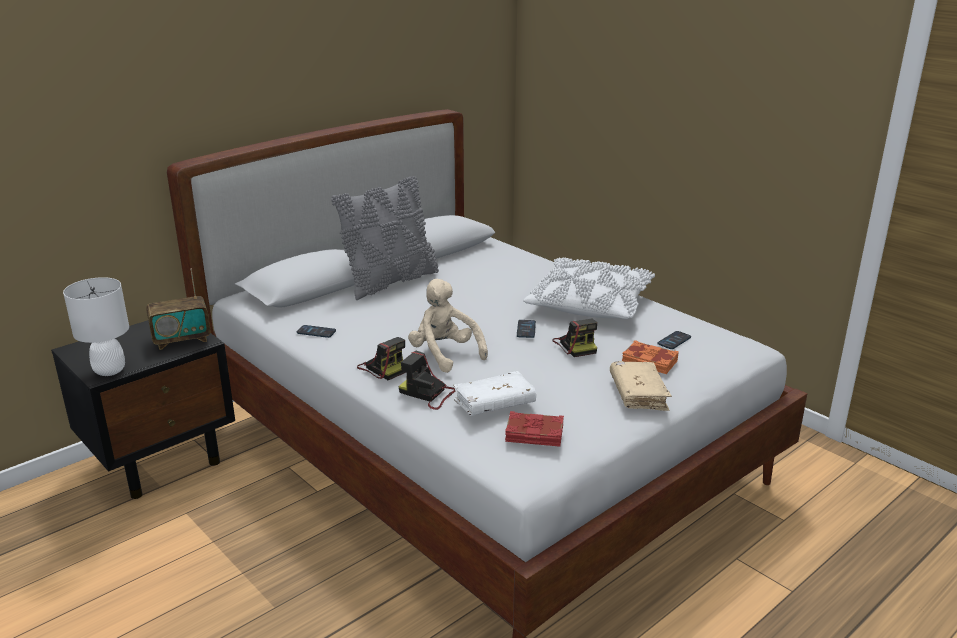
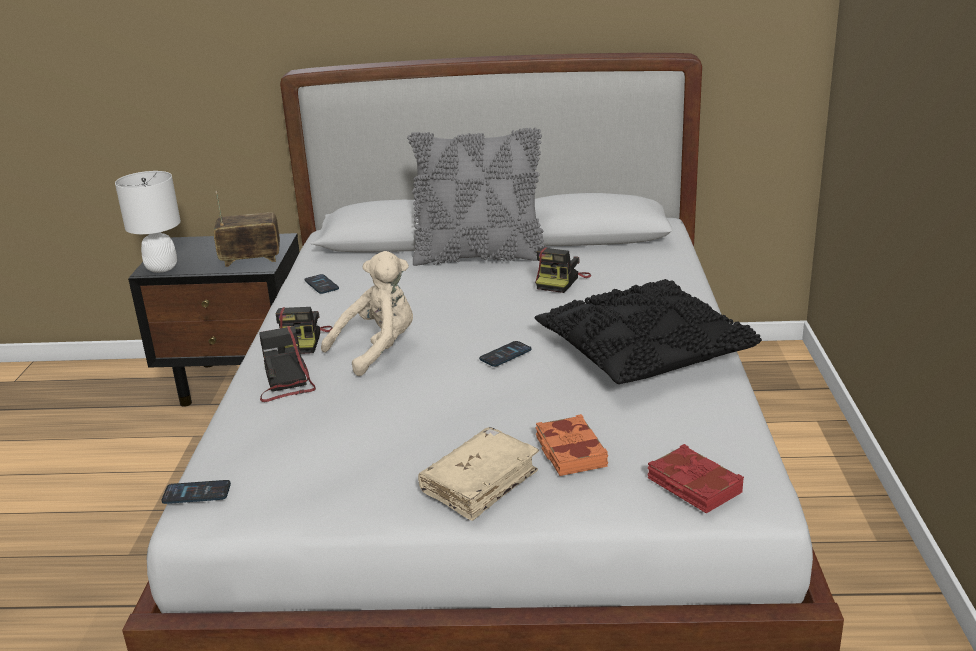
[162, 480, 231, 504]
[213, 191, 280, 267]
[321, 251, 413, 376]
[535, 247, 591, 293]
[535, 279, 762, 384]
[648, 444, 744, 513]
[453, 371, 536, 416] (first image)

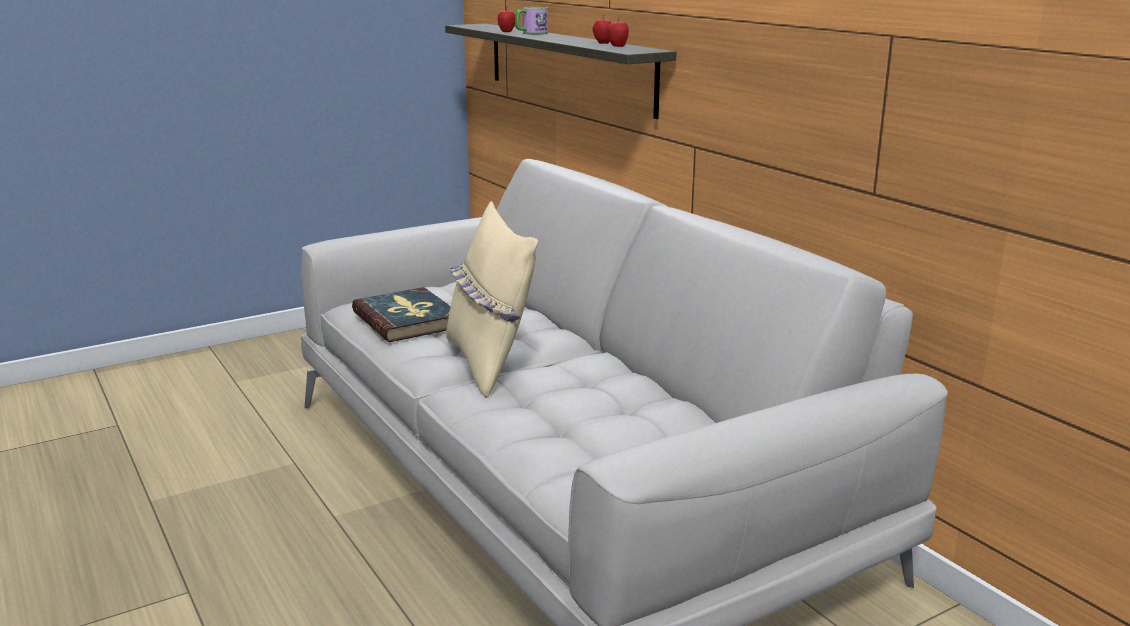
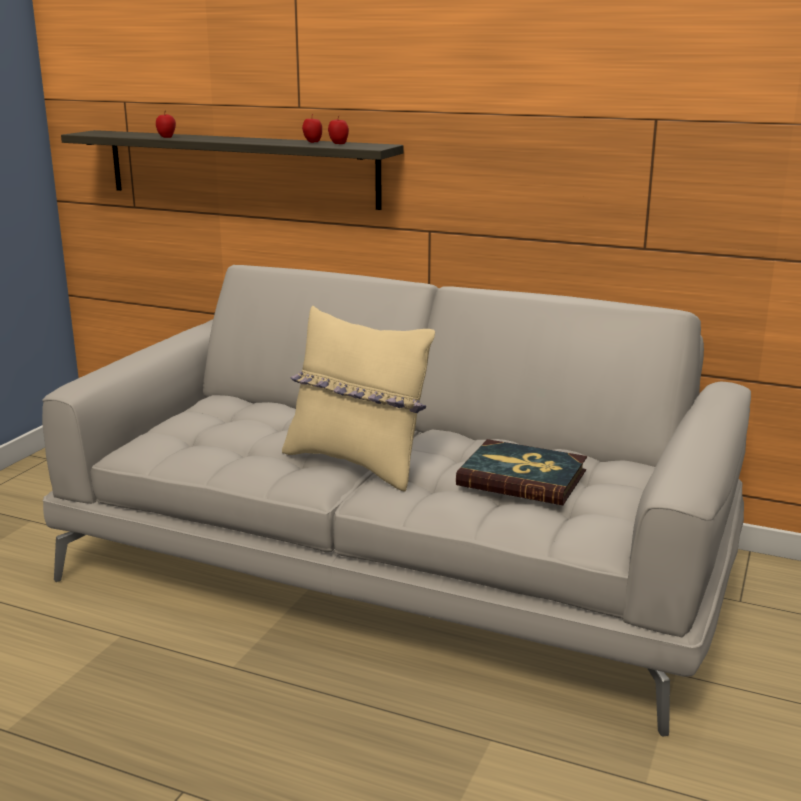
[456, 439, 587, 505]
[515, 7, 548, 35] (first image)

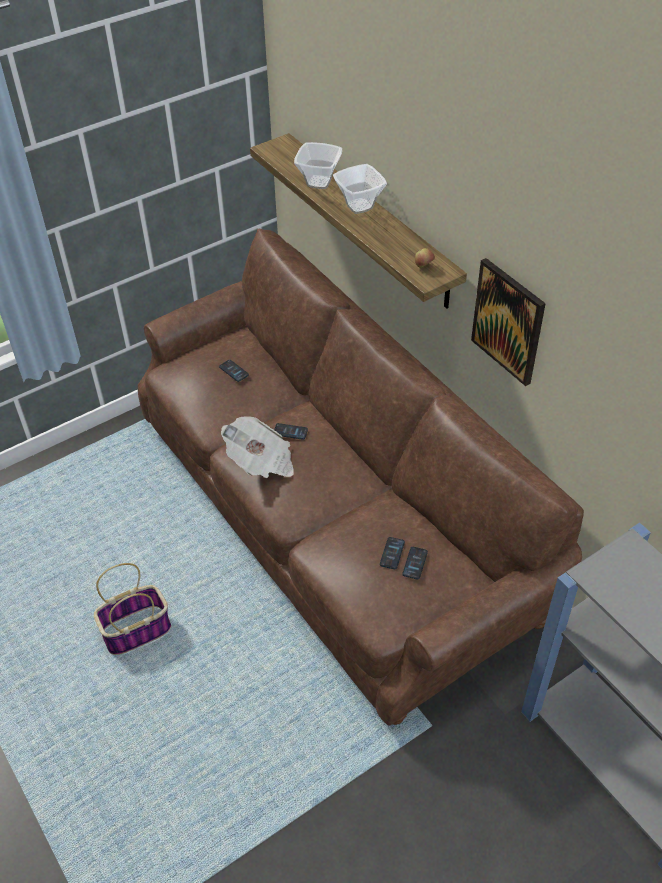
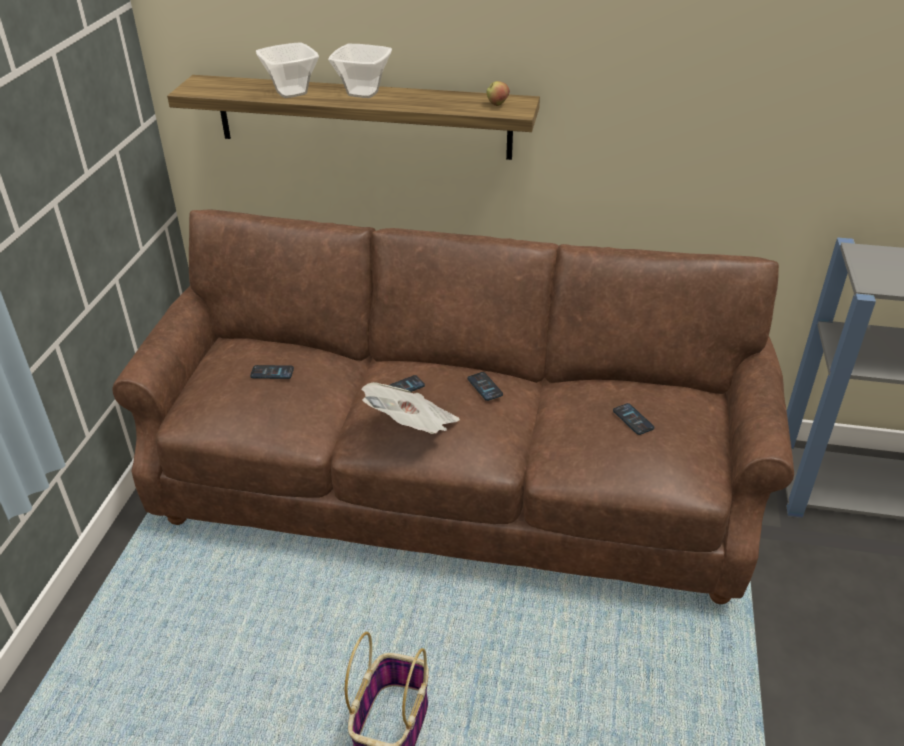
[467, 372, 503, 401]
[471, 258, 546, 386] (first image)

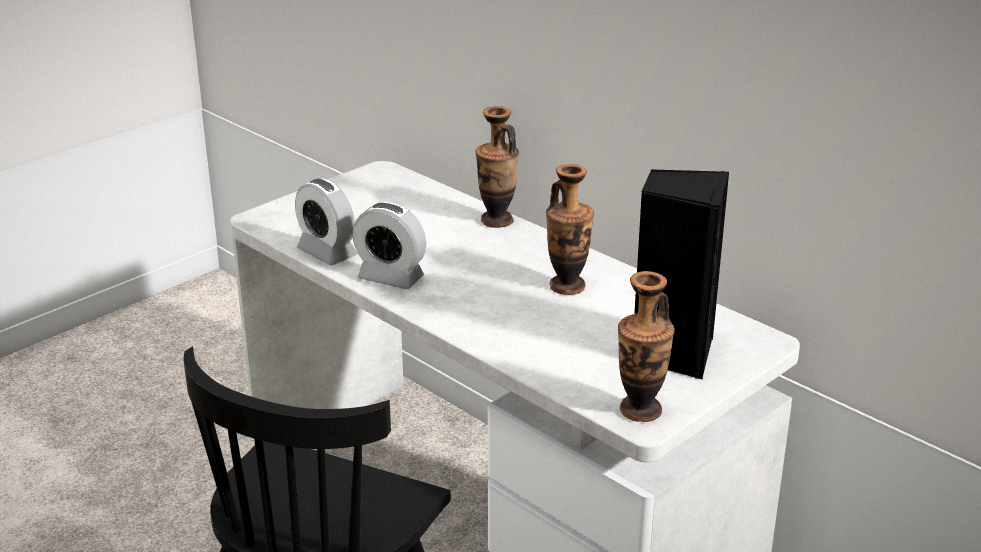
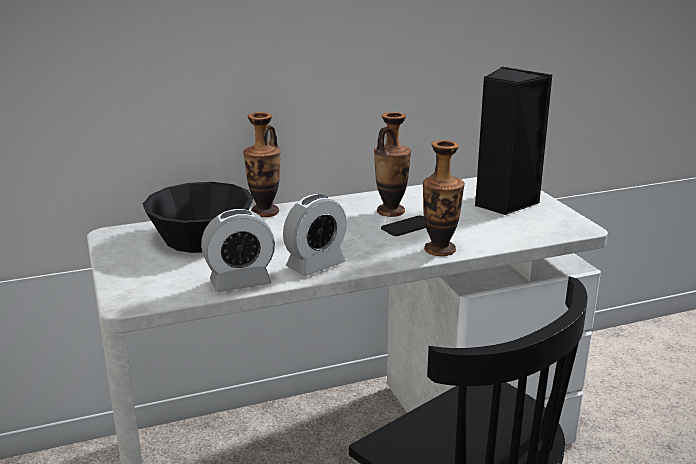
[143, 182, 254, 253]
[381, 216, 426, 236]
[423, 140, 465, 256]

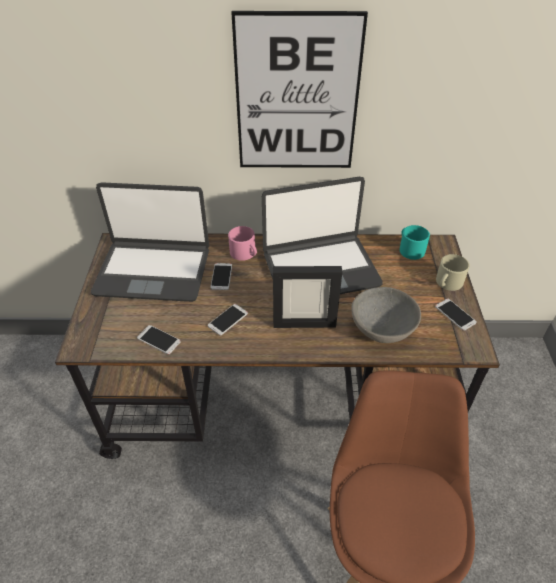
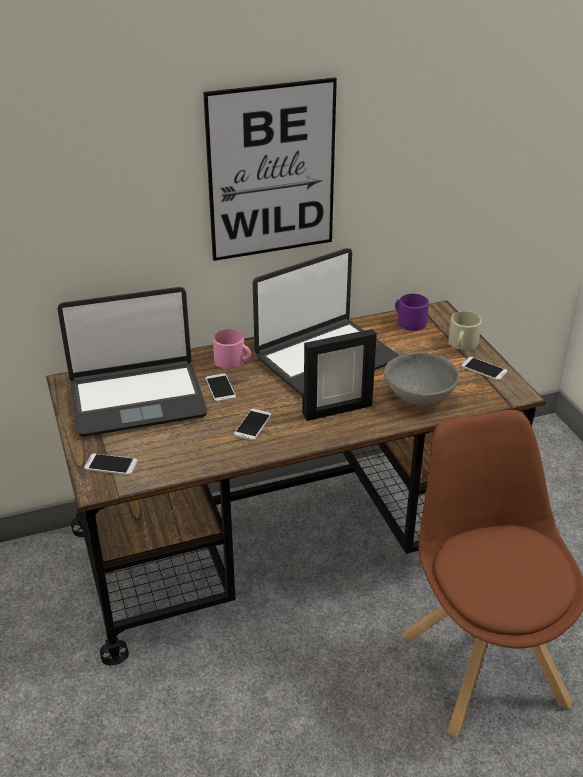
[84, 453, 138, 475]
[395, 294, 429, 331]

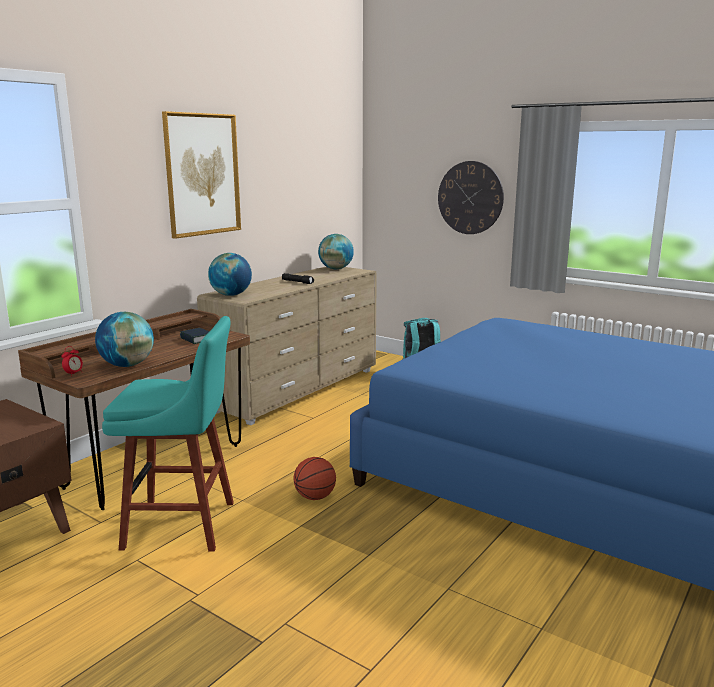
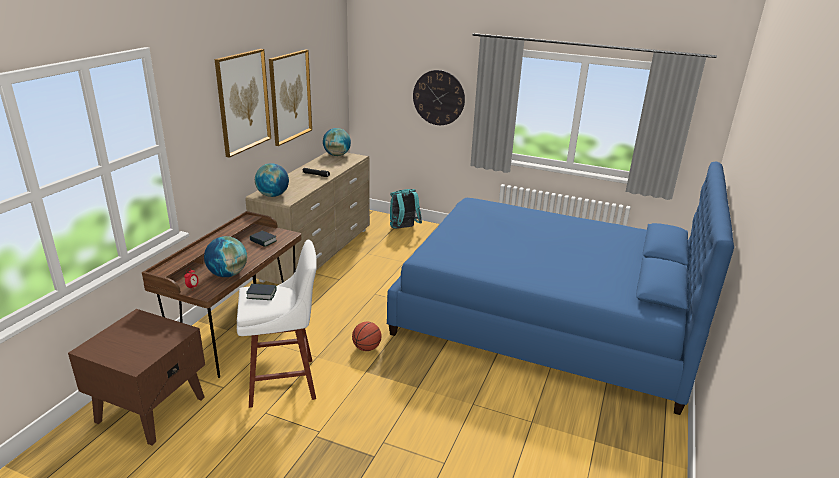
[237, 240, 317, 408]
[246, 284, 276, 300]
[269, 50, 312, 146]

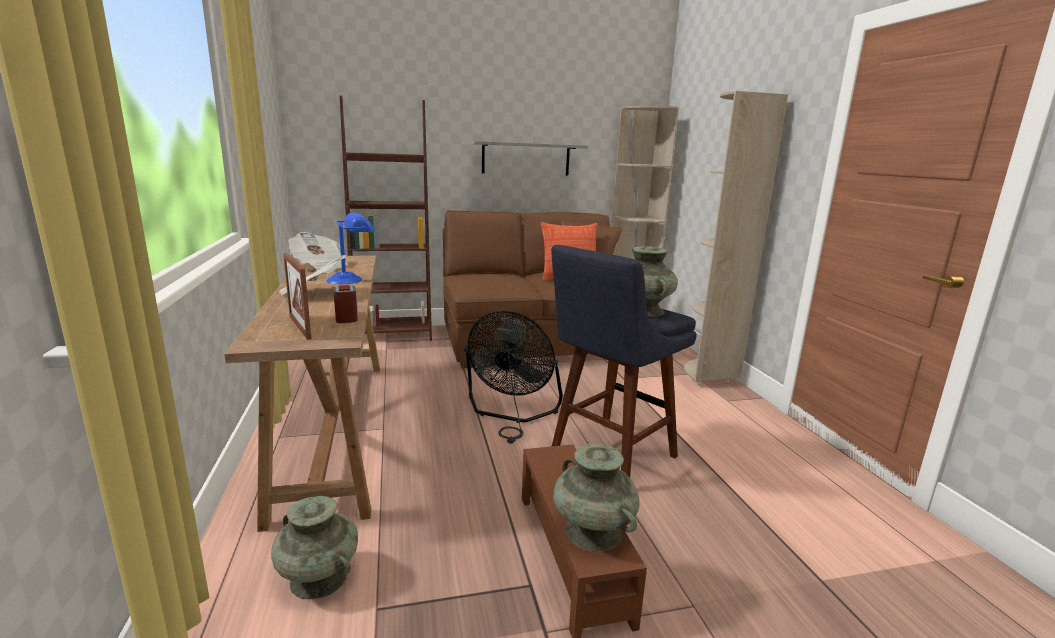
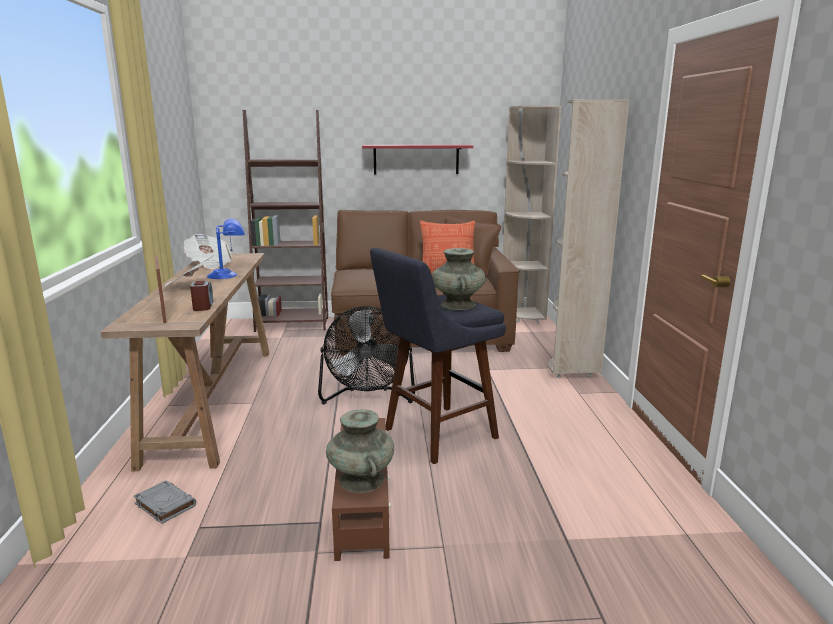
[134, 480, 196, 524]
[318, 306, 415, 405]
[362, 145, 473, 174]

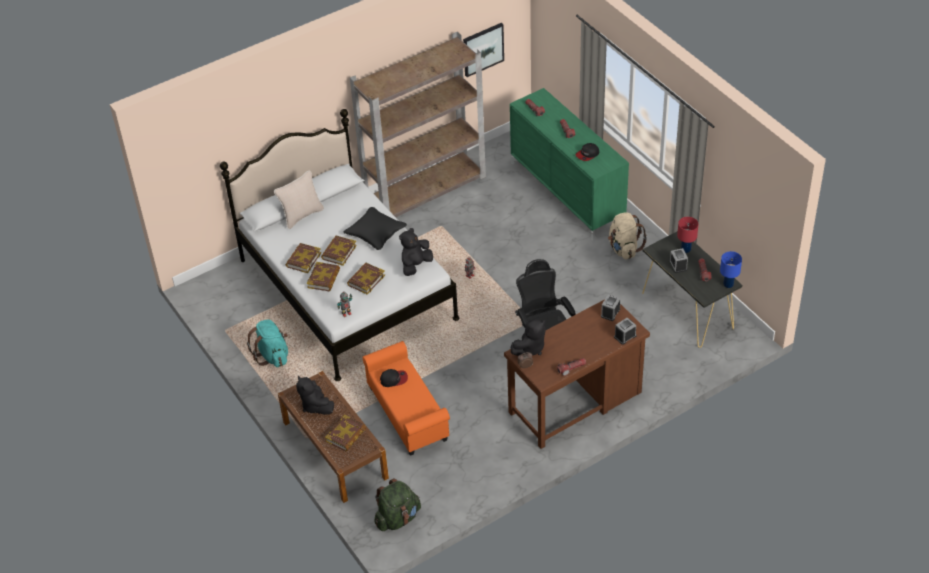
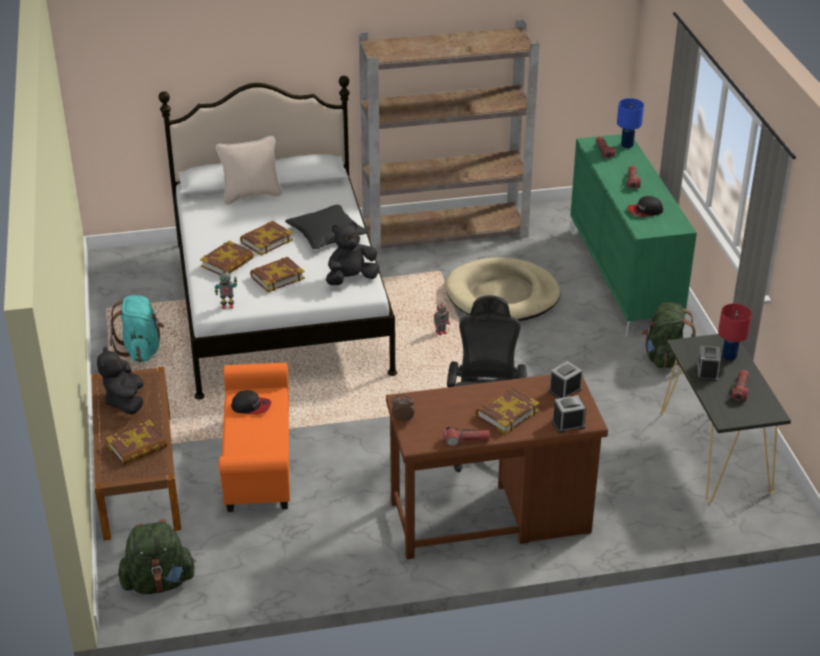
[445, 257, 561, 321]
[476, 387, 540, 434]
[617, 98, 644, 148]
[642, 302, 696, 368]
[463, 23, 504, 77] (first image)
[511, 319, 546, 356] (first image)

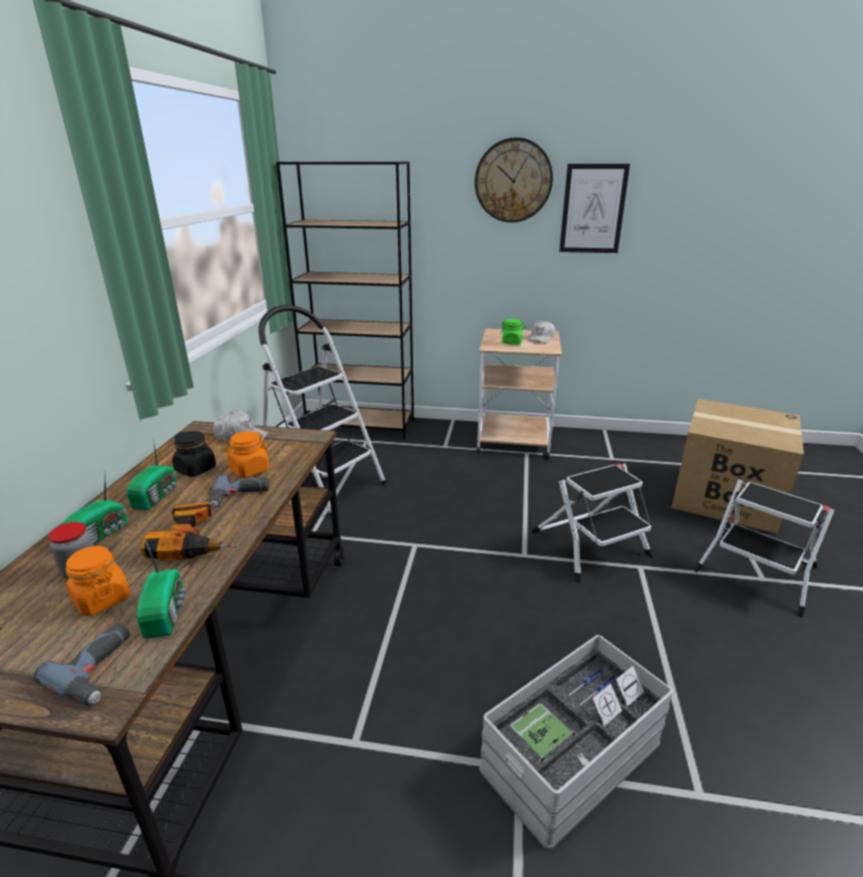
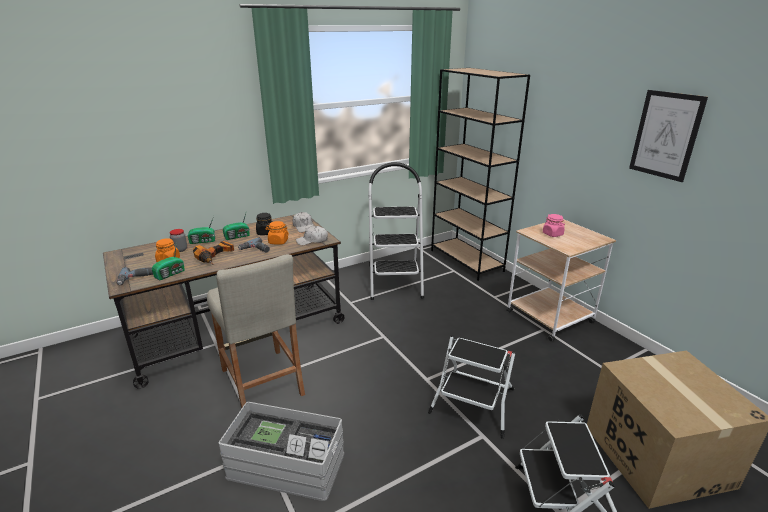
[207, 254, 305, 408]
[296, 226, 328, 245]
[543, 214, 565, 237]
[475, 137, 553, 223] (first image)

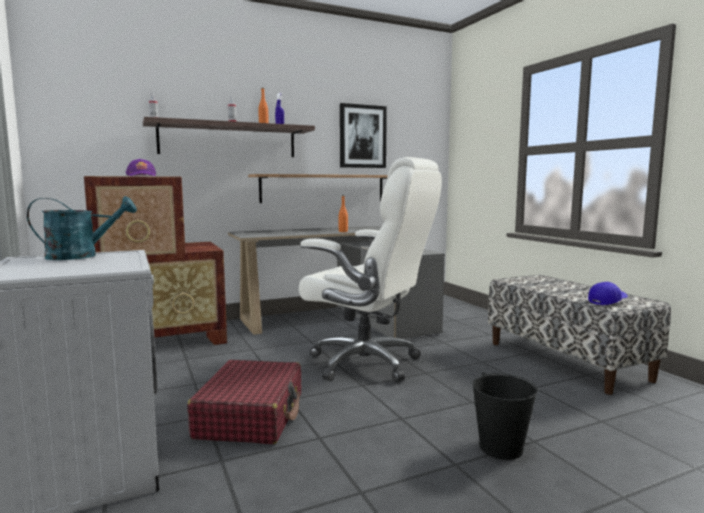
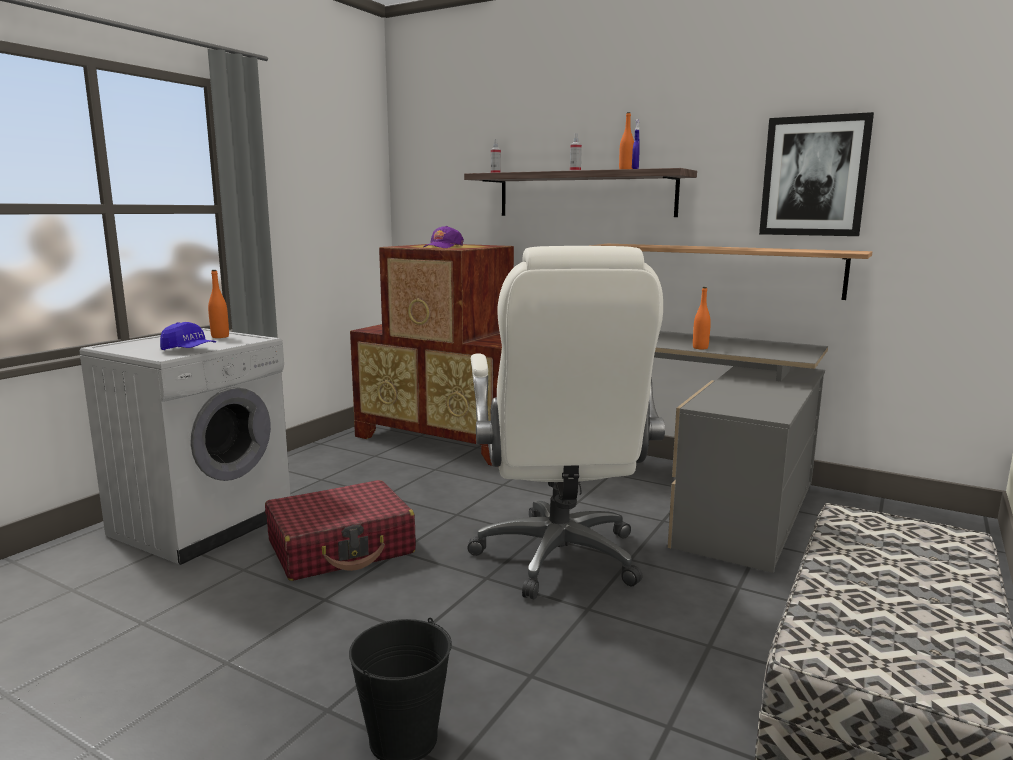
[160, 322, 216, 350]
[208, 270, 229, 338]

